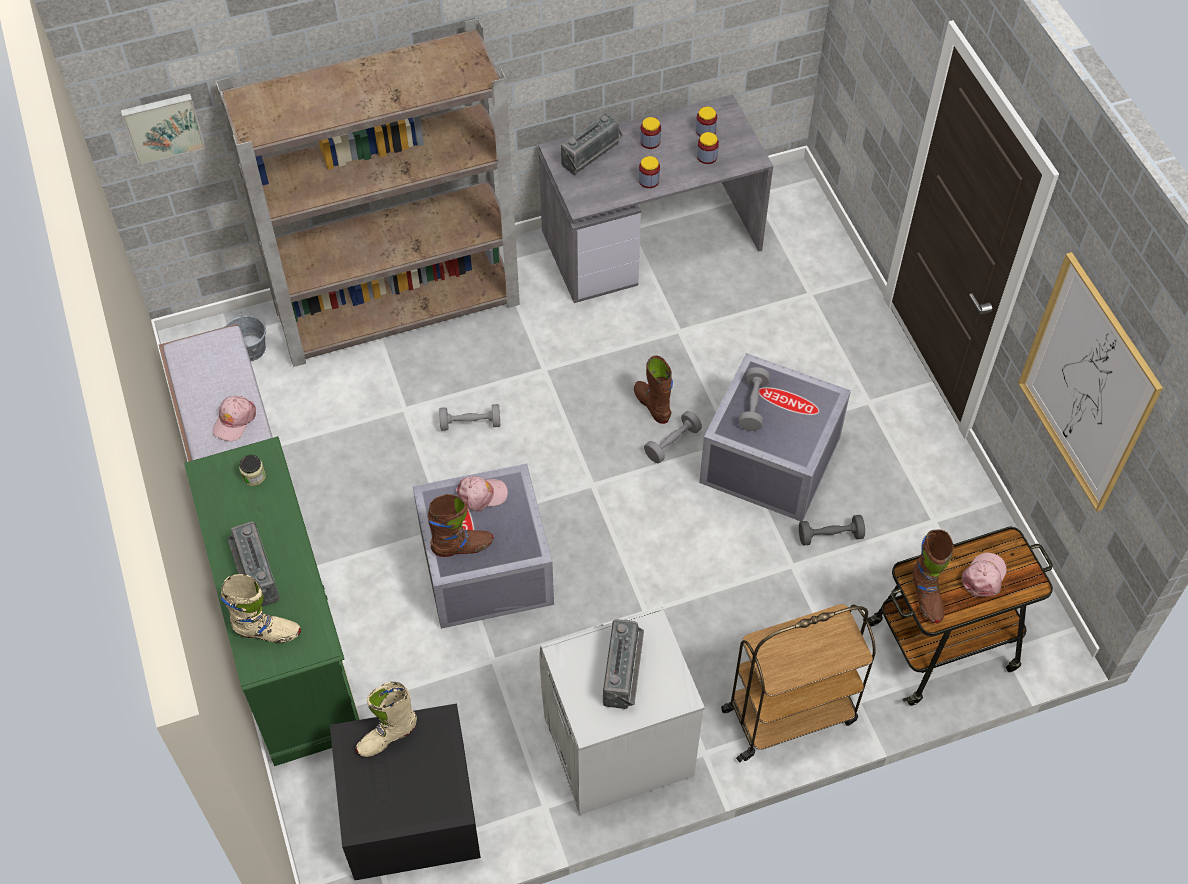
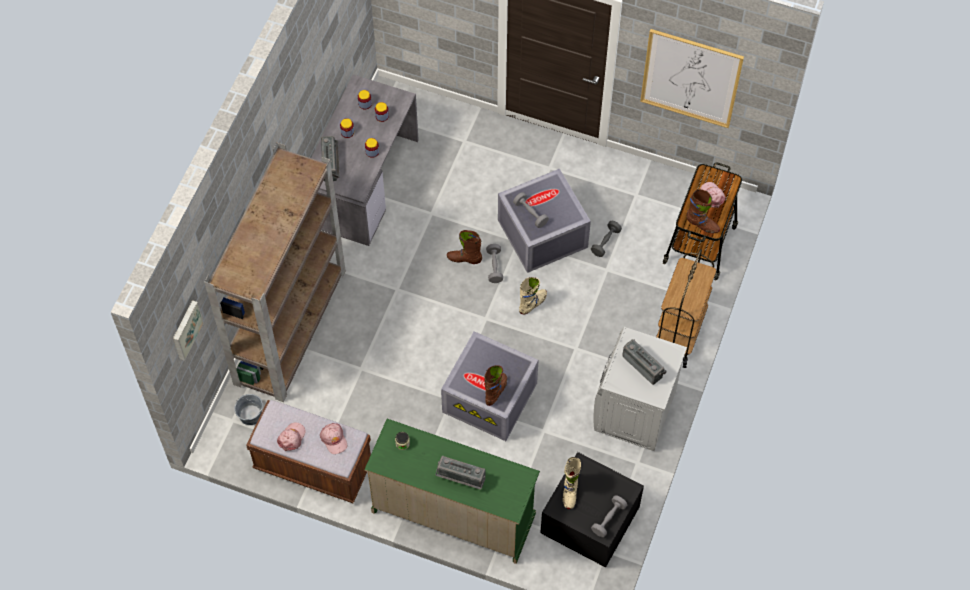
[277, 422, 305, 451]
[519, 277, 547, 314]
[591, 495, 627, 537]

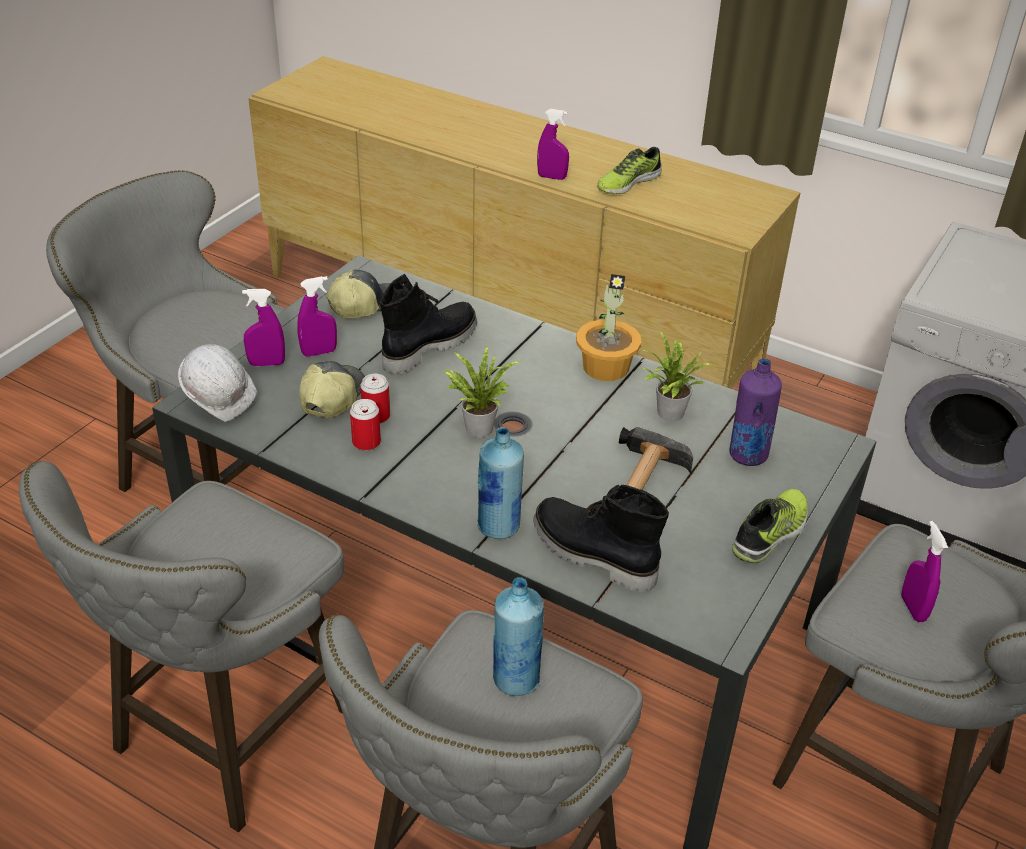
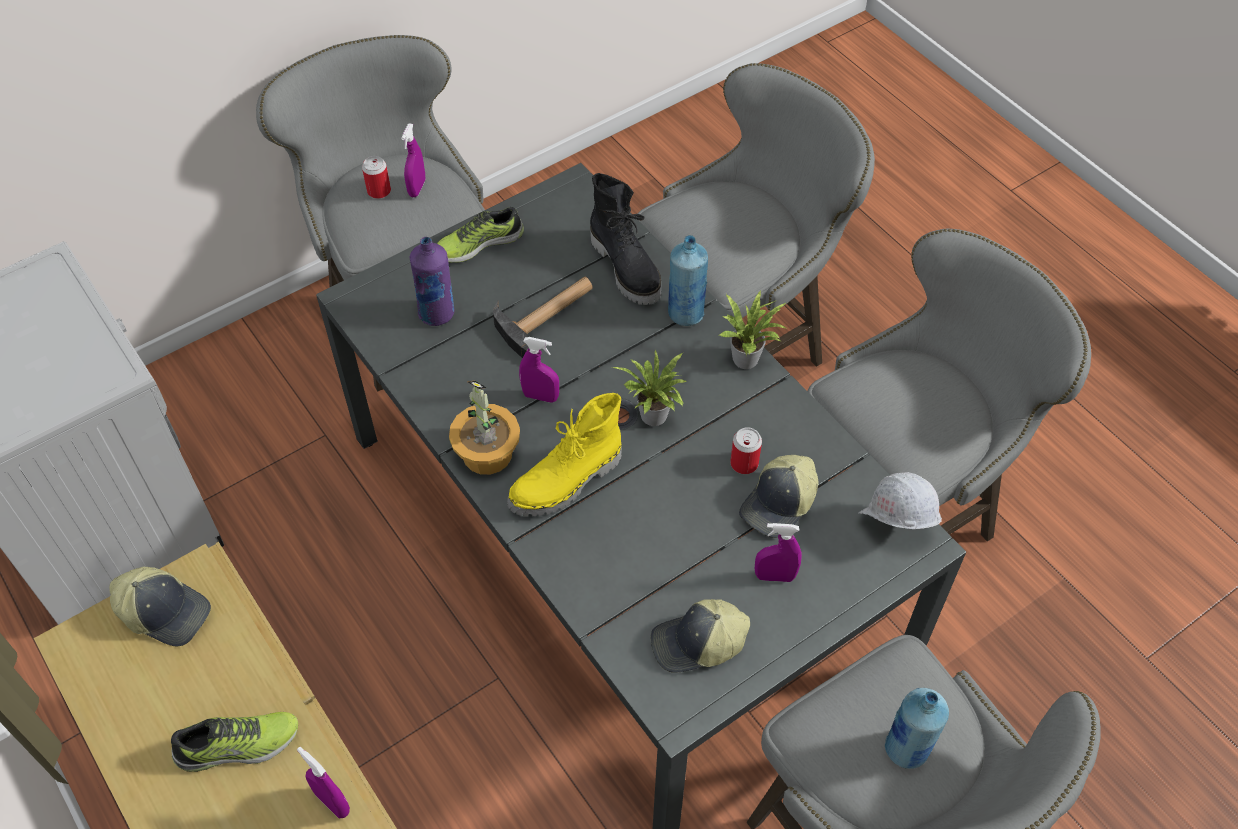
[109, 567, 211, 646]
[362, 156, 391, 199]
[507, 393, 622, 517]
[519, 337, 559, 403]
[718, 291, 786, 369]
[885, 688, 949, 769]
[380, 274, 477, 375] (first image)

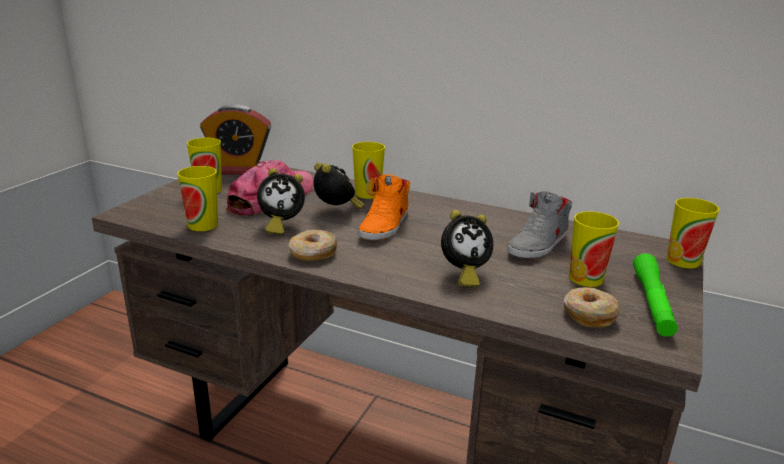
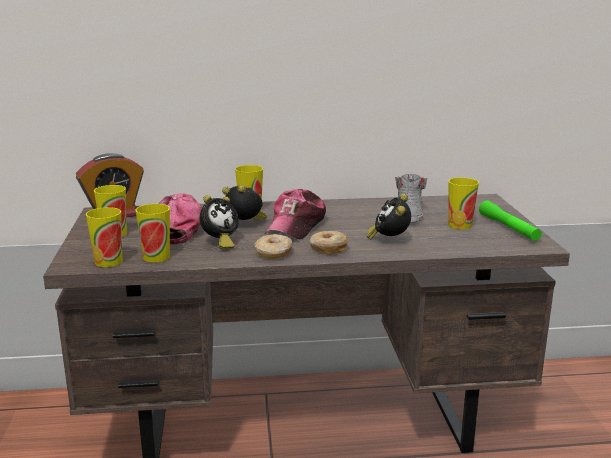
[86, 207, 122, 267]
[264, 188, 326, 239]
[309, 231, 349, 255]
[367, 194, 411, 240]

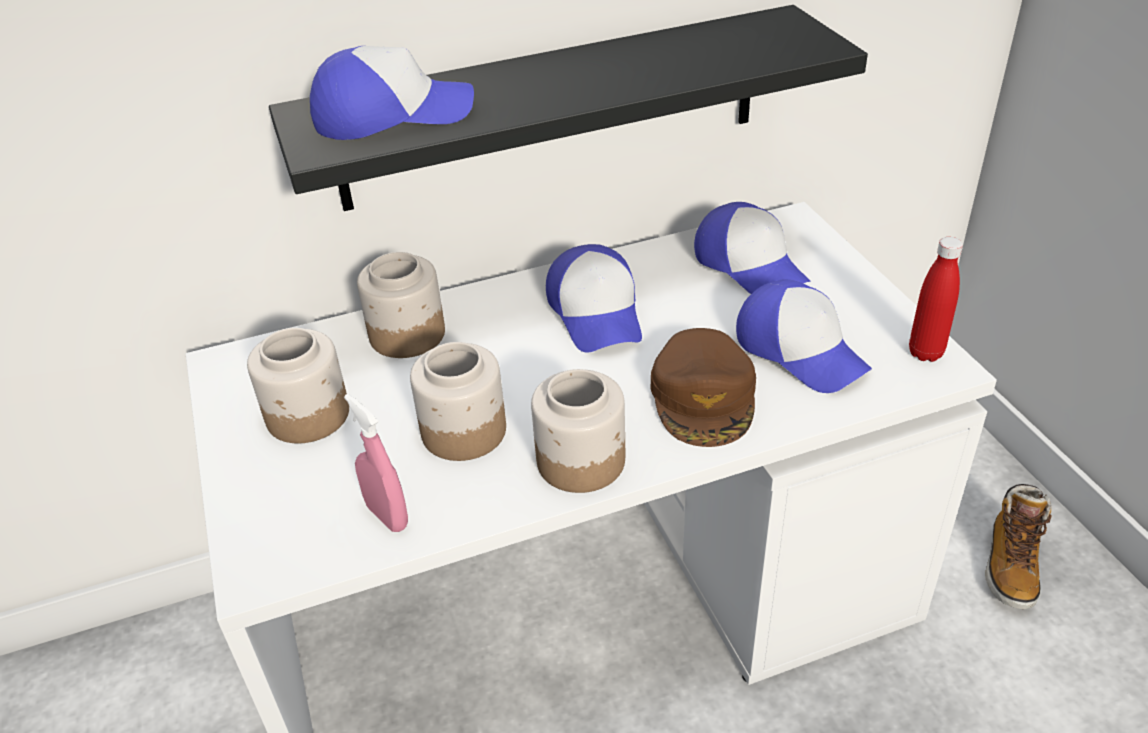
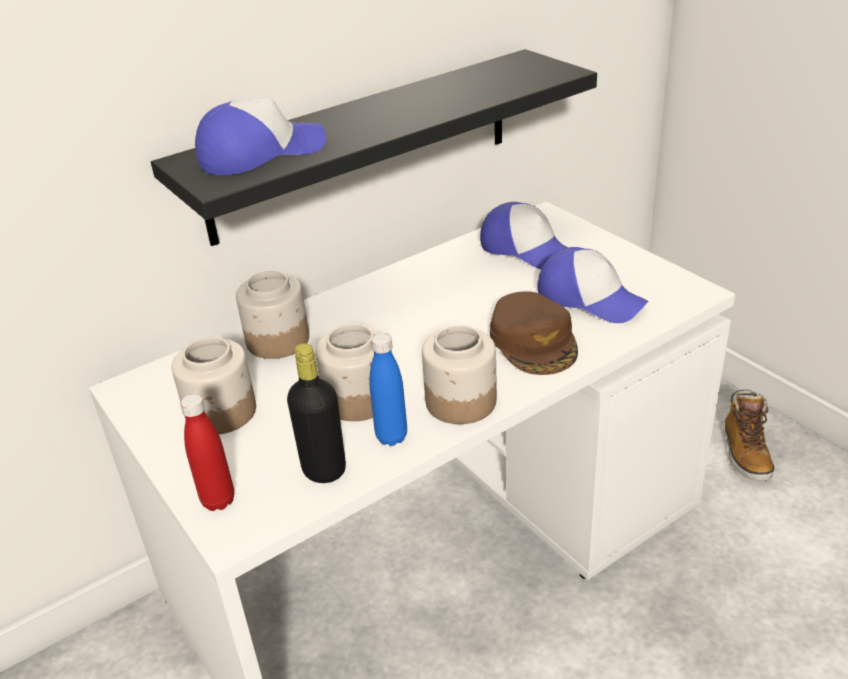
[180, 394, 234, 511]
[287, 343, 346, 483]
[369, 333, 407, 446]
[546, 244, 642, 353] (first image)

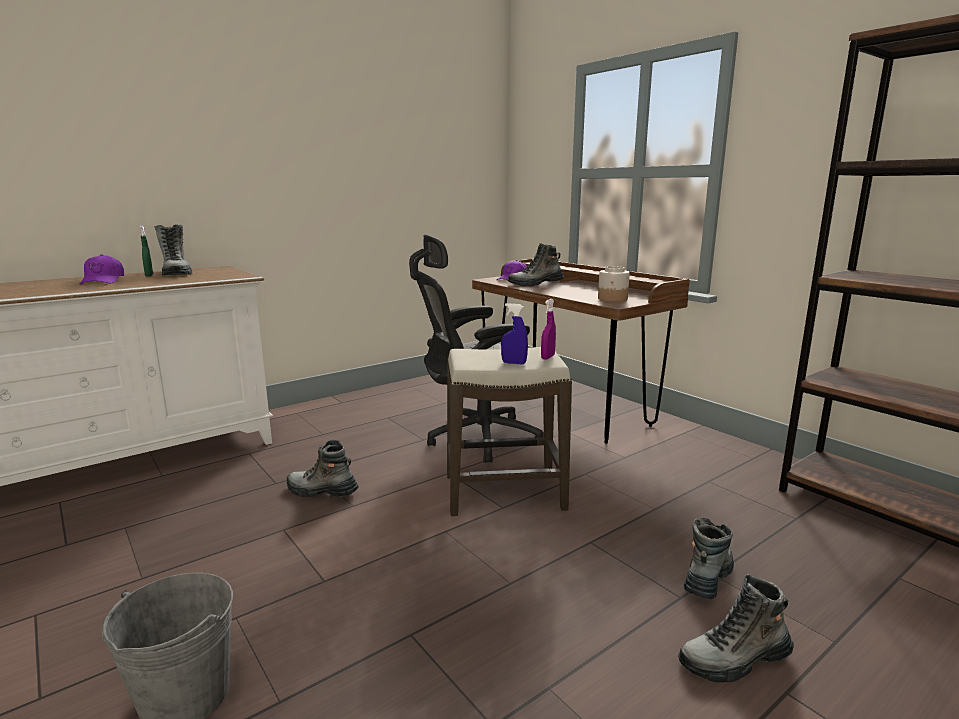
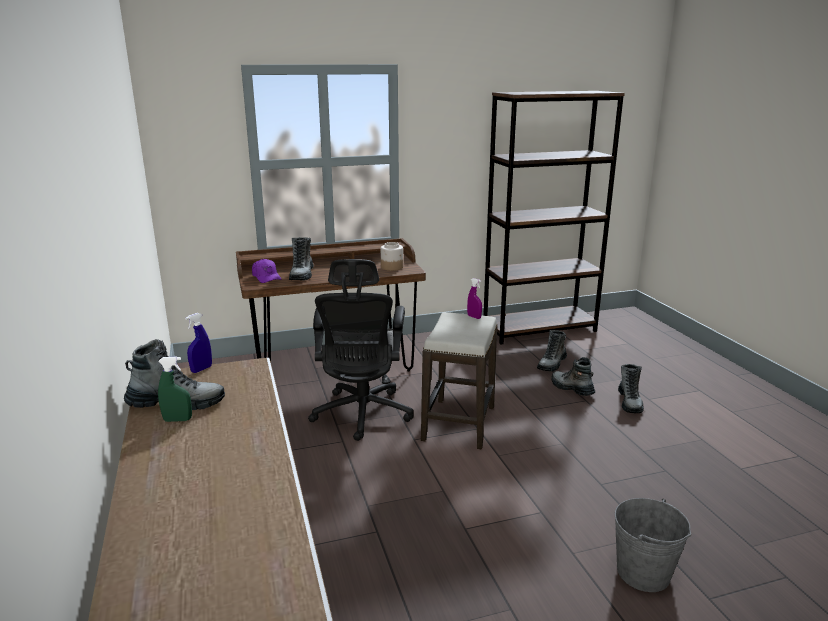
[185, 313, 212, 373]
[537, 330, 567, 371]
[80, 254, 124, 285] (first image)

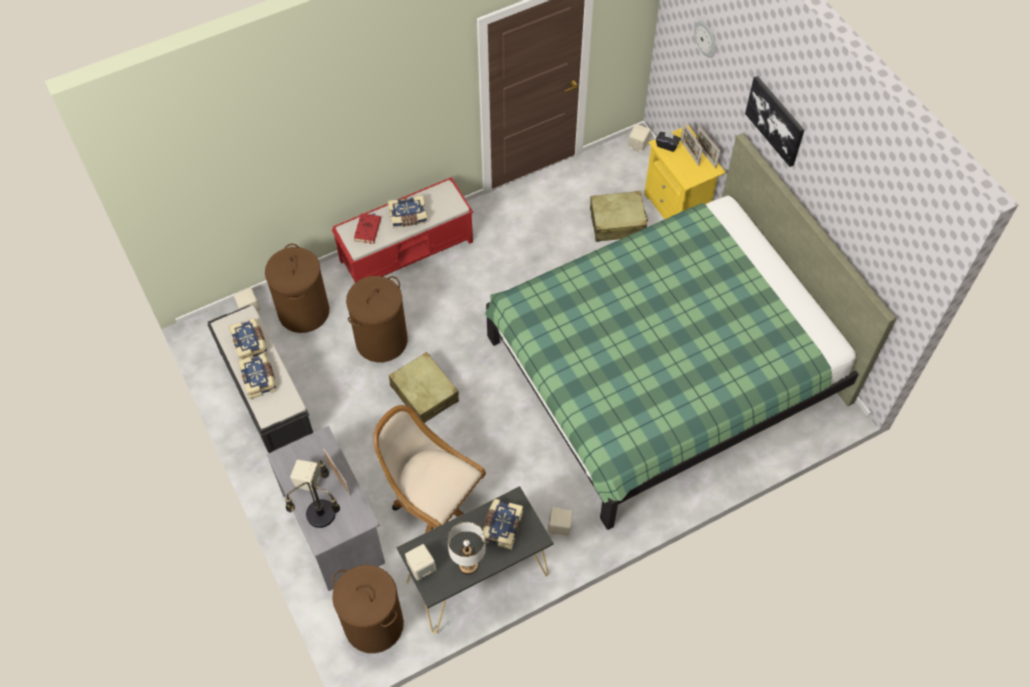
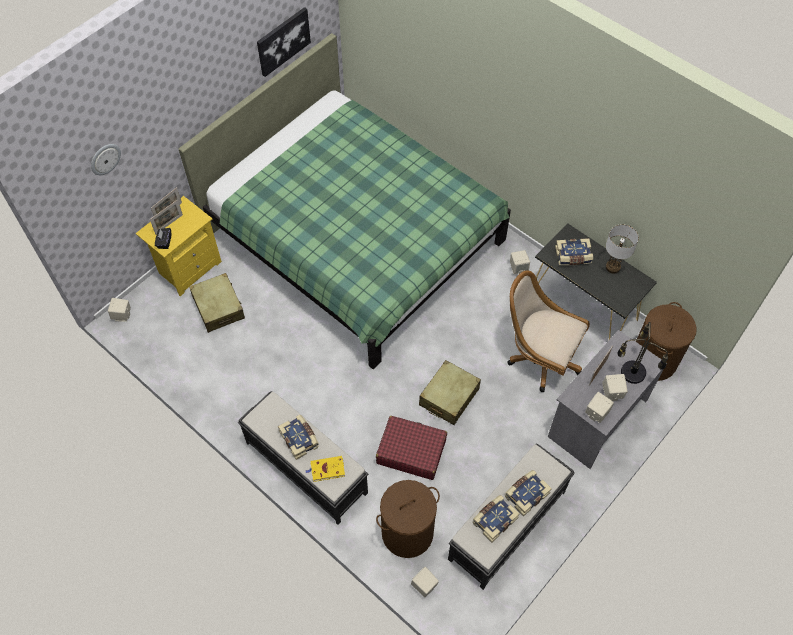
[238, 391, 368, 525]
[257, 7, 311, 77]
[306, 456, 345, 482]
[376, 416, 447, 480]
[507, 270, 590, 392]
[585, 392, 614, 423]

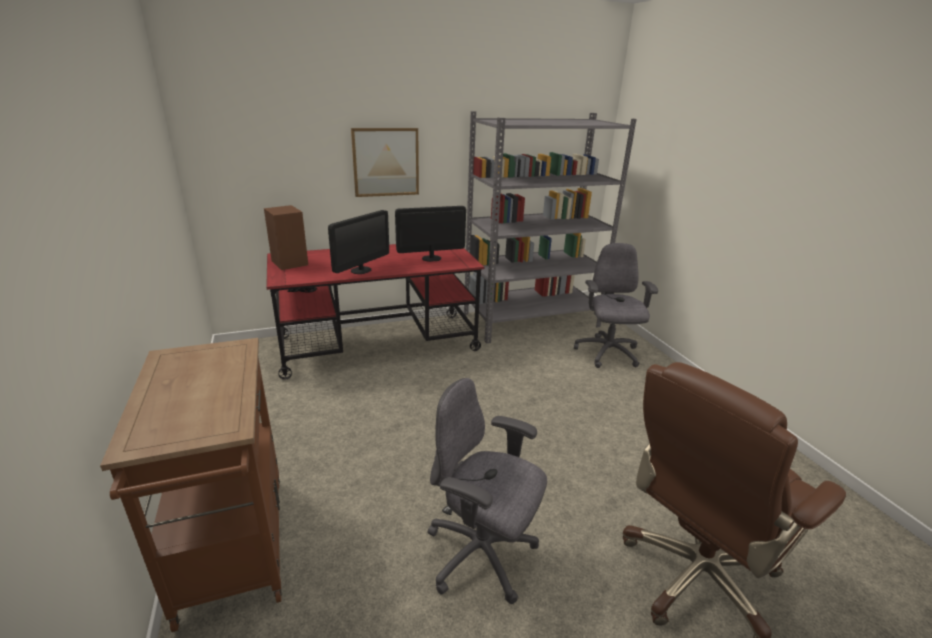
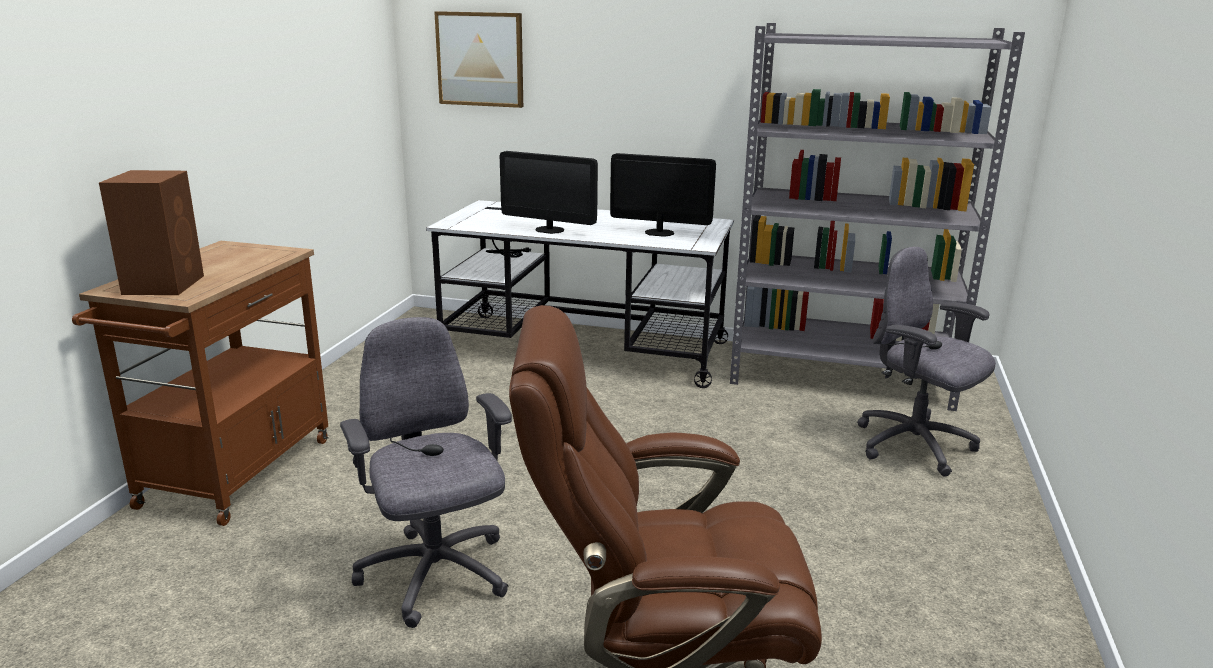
[99, 170, 204, 295]
[426, 200, 734, 388]
[434, 11, 523, 108]
[500, 151, 598, 234]
[857, 247, 996, 477]

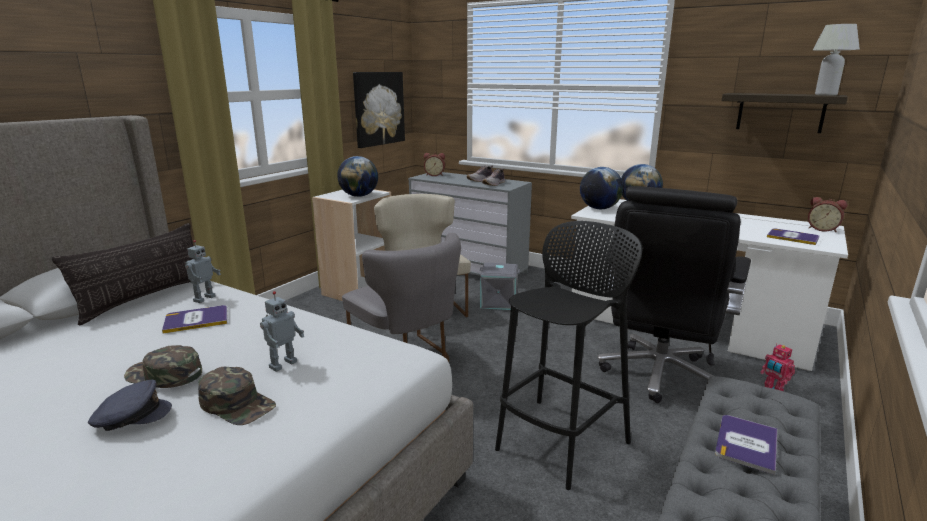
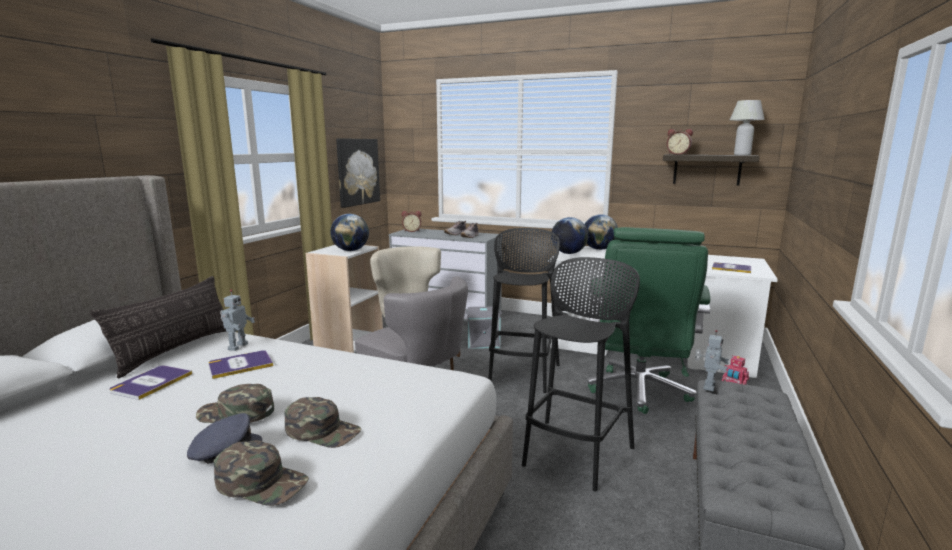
[109, 365, 192, 400]
[214, 440, 309, 506]
[488, 228, 560, 393]
[587, 227, 710, 414]
[667, 129, 693, 155]
[695, 330, 729, 391]

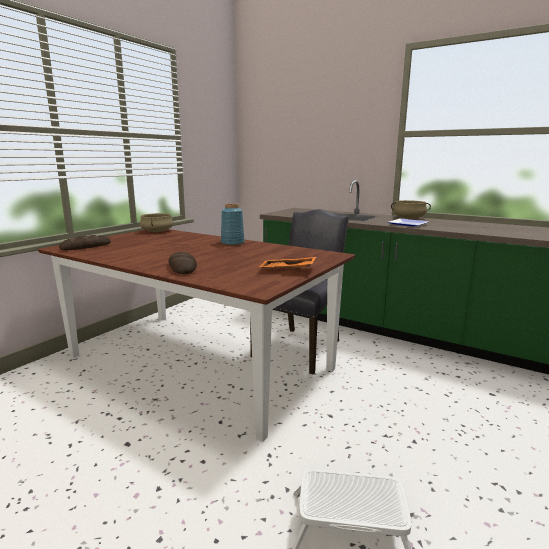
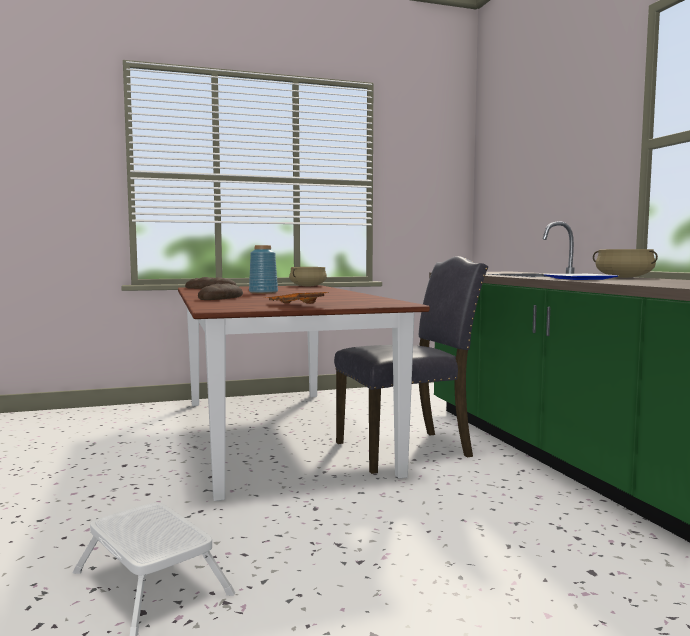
[249, 245, 278, 294]

